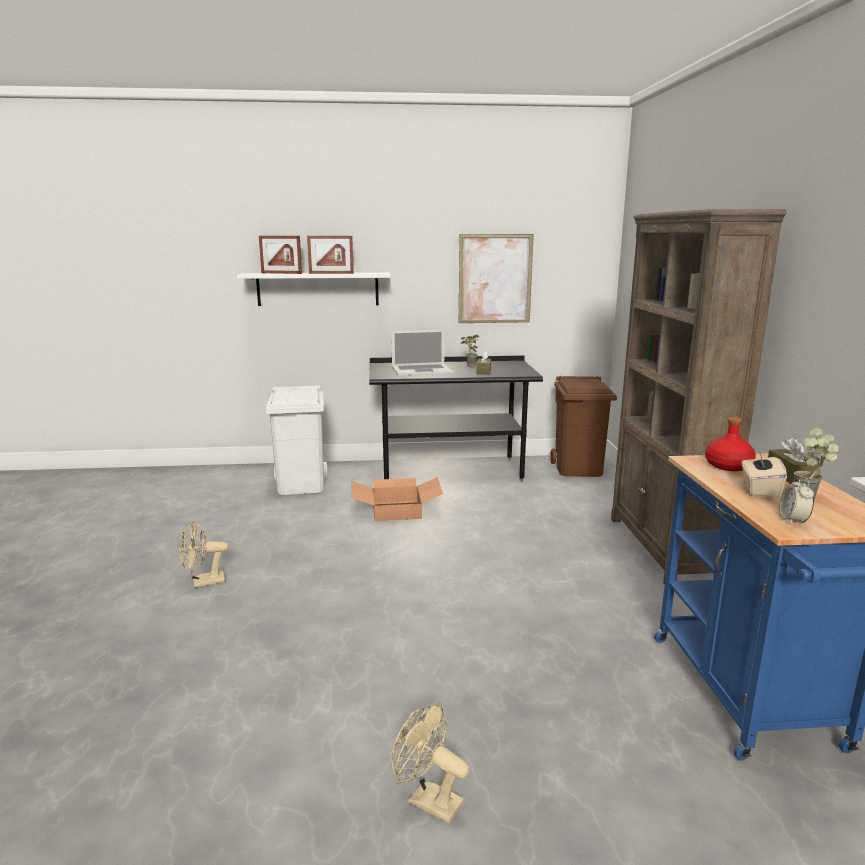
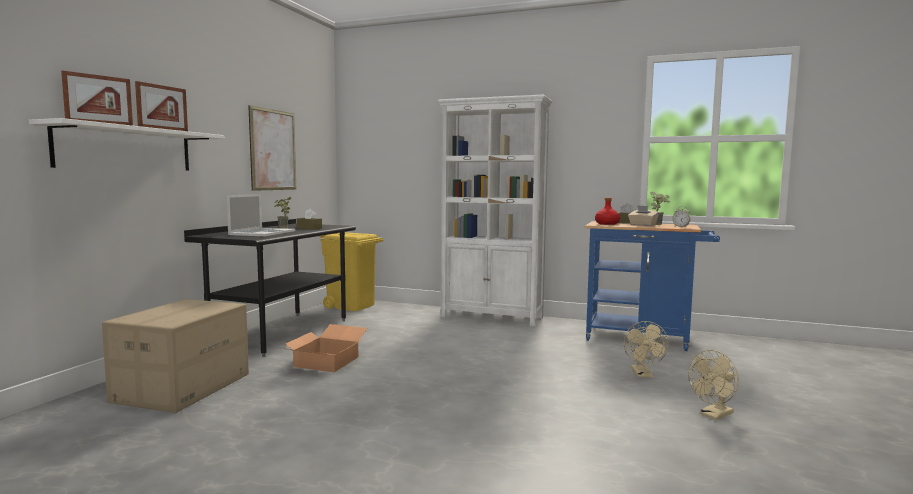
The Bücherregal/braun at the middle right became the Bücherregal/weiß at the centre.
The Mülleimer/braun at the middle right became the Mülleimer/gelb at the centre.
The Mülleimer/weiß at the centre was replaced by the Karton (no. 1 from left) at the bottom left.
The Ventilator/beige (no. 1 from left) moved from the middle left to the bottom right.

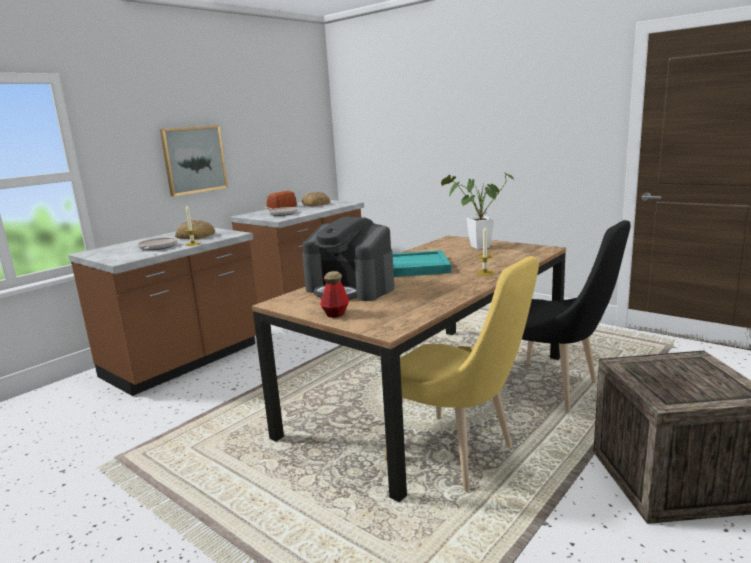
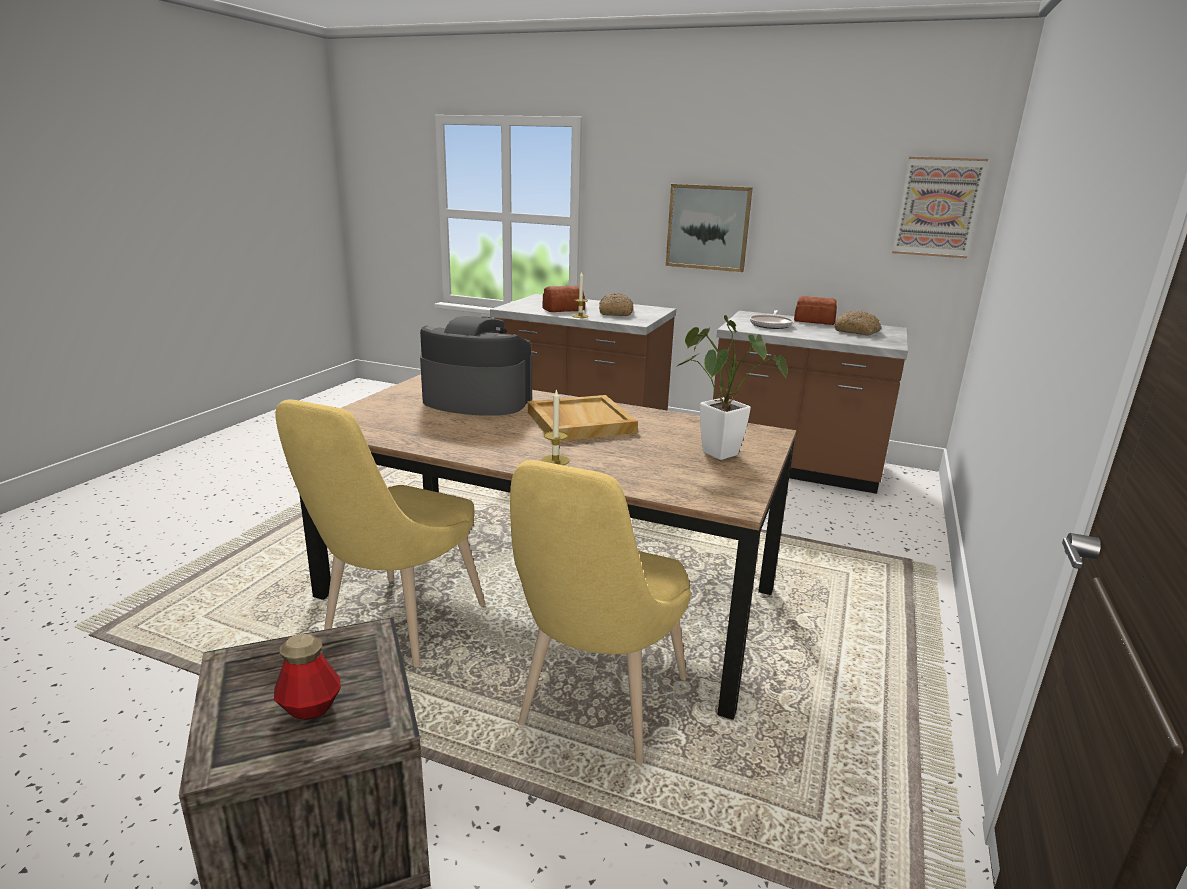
The Kaffeemaschine at the centre turned 90 degrees clockwise.
The Stuhl/schwarz at the middle right became the Stuhl/gelb (no. 2 from left) at the bottom centre.
The Pfanne (no. 1 from left) at the middle left was replaced by the Brot (no. 1 from left) at the centre.
The Tablett/türkis at the centre became the Tablett/beige at the centre.
The Flasche moved from the centre to the bottom left.
The Bild (no. 2 from left) at the top right appeared.

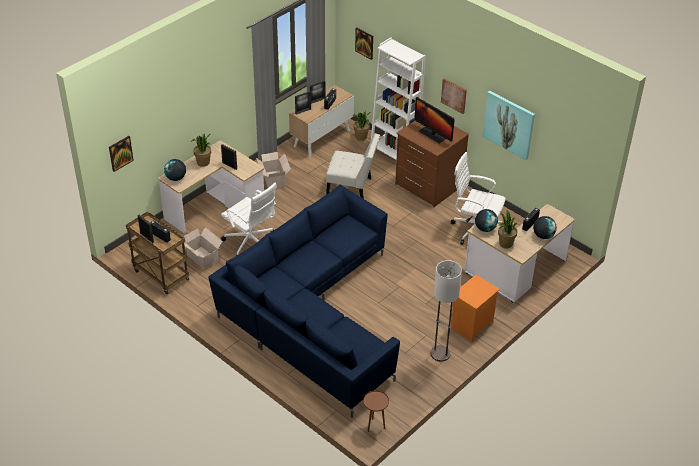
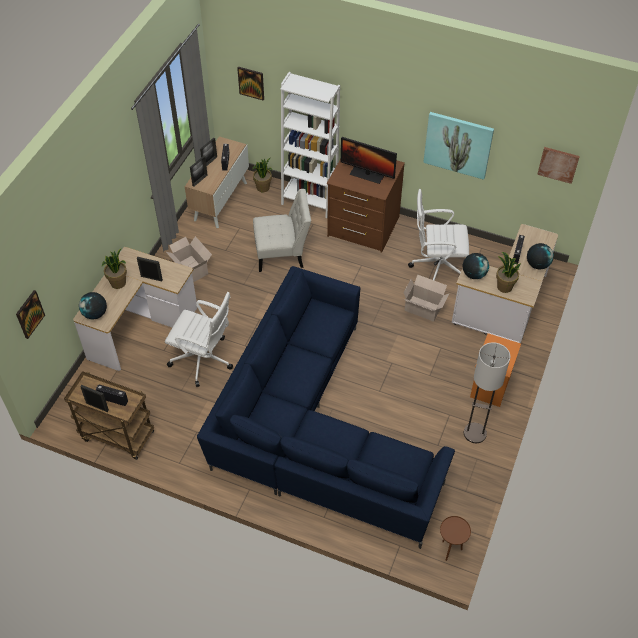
The Bild (no. 3 from left in the first image) moved from the top centre to the top right.
The Karton (no. 1 from left in the first image) moved from the middle left to the middle right.

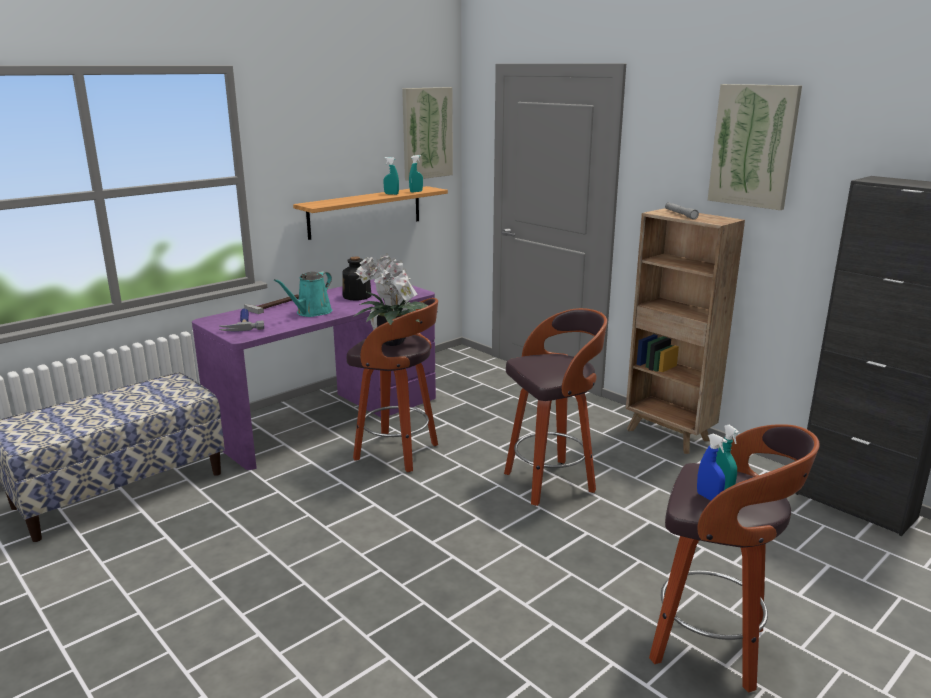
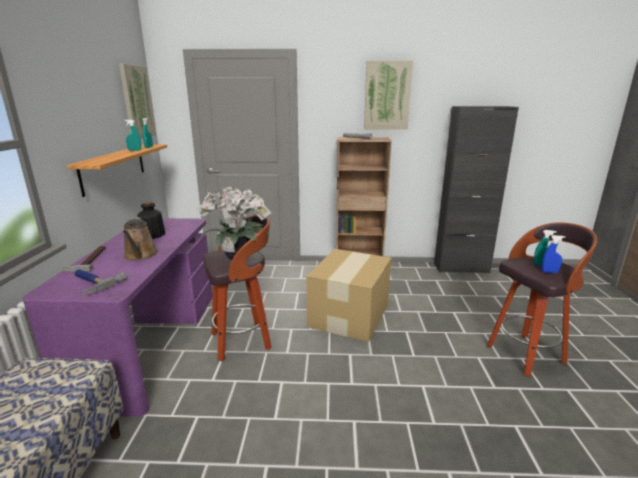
The Gießkanne/türkis at the middle left became the Gießkanne/braun at the middle left.
The Hocker (no. 2 from left) at the centre was replaced by the Karton at the centre.

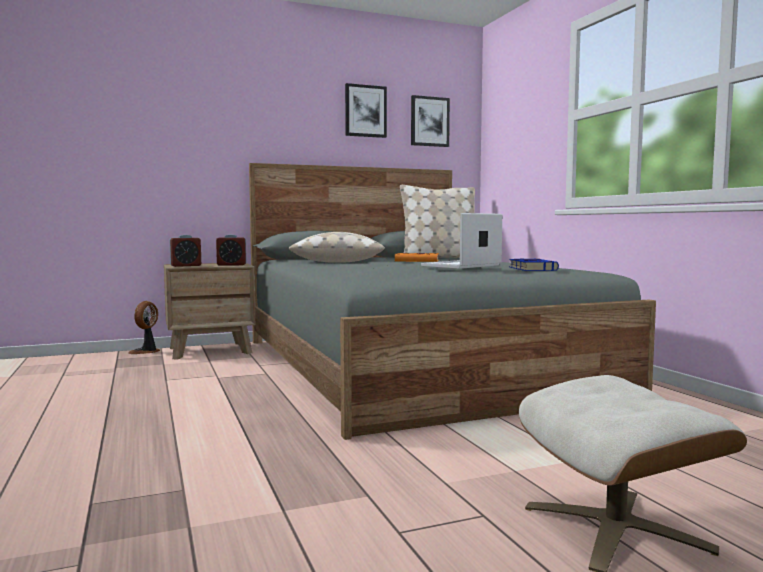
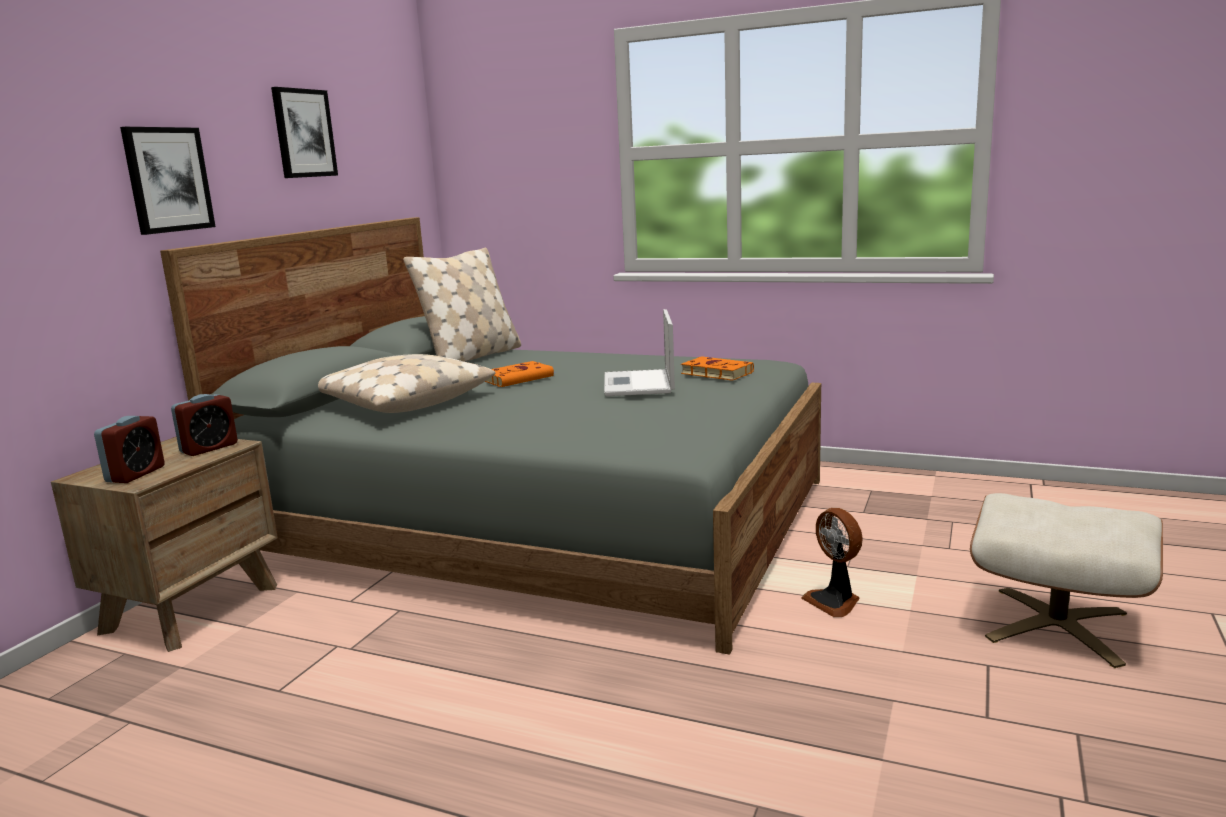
The Bild (no. 2 from left in the first image) moved from the top centre to the top left.
The Buch/blau at the middle right became the Buch/orange (no. 2 from left) at the centre.
The Ventilator moved from the middle left to the bottom right.

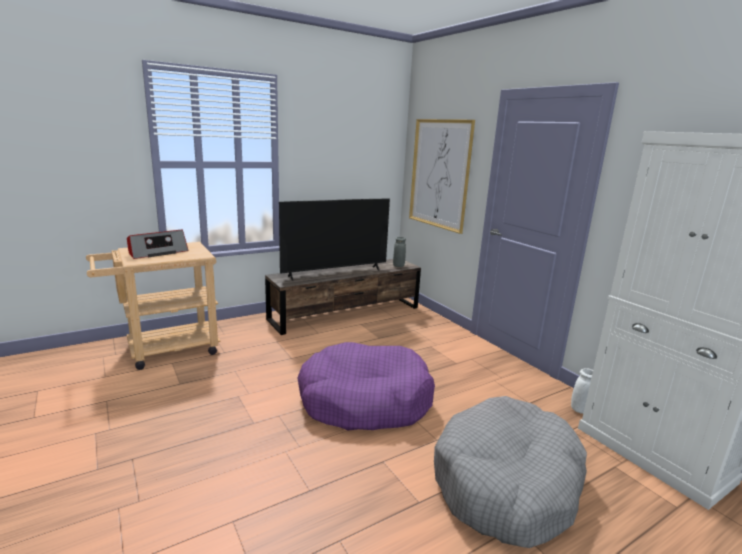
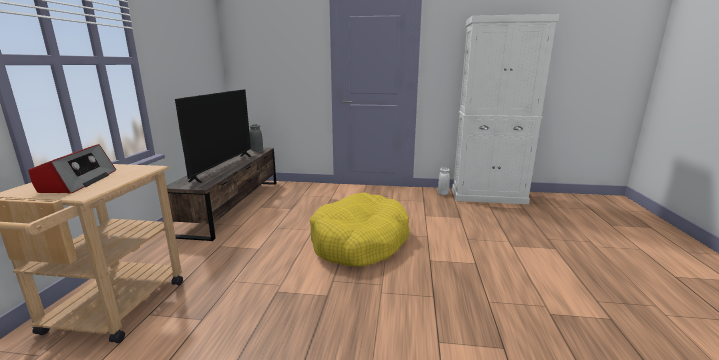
The Bild at the top centre disappeared.
The Hundebett/lila at the bottom centre became the Hundebett/gelb at the centre.
The Hundebett/grau at the bottom right disappeared.

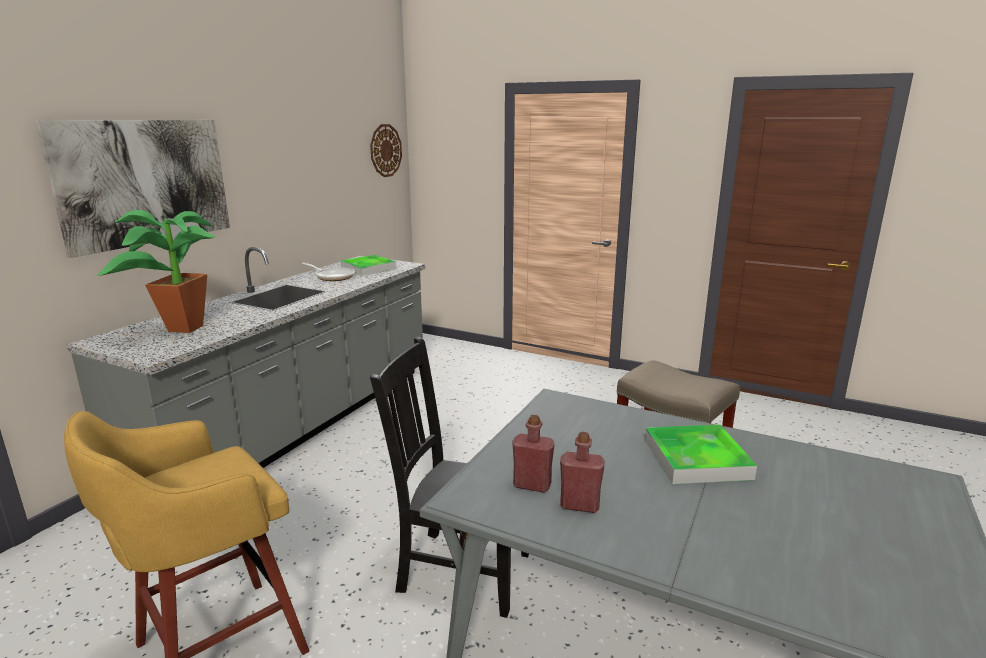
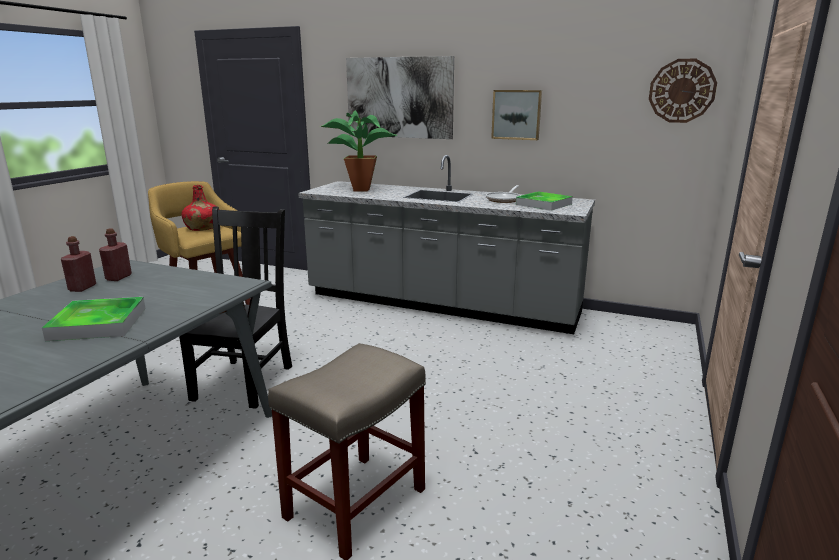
The Bild (no. 2 from left) at the top centre appeared.
The Flasche/rot (no. 3 from left) at the middle left appeared.

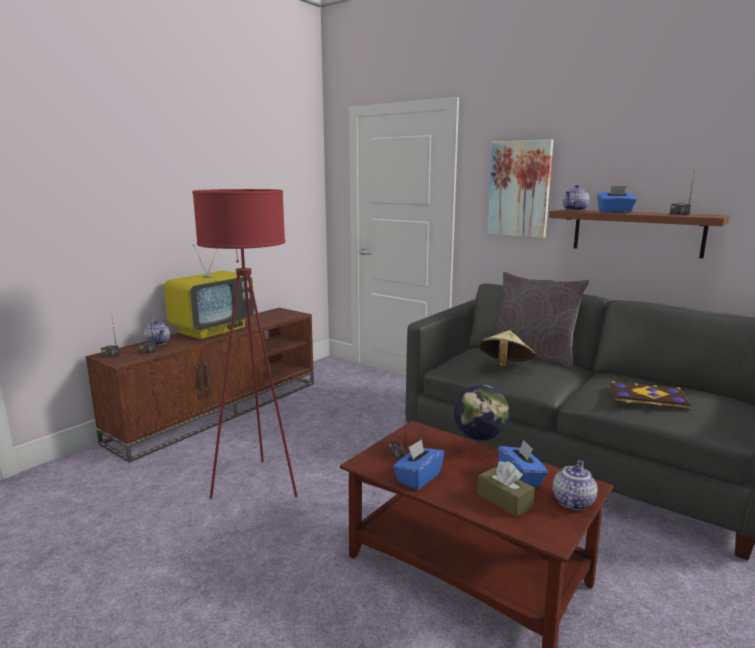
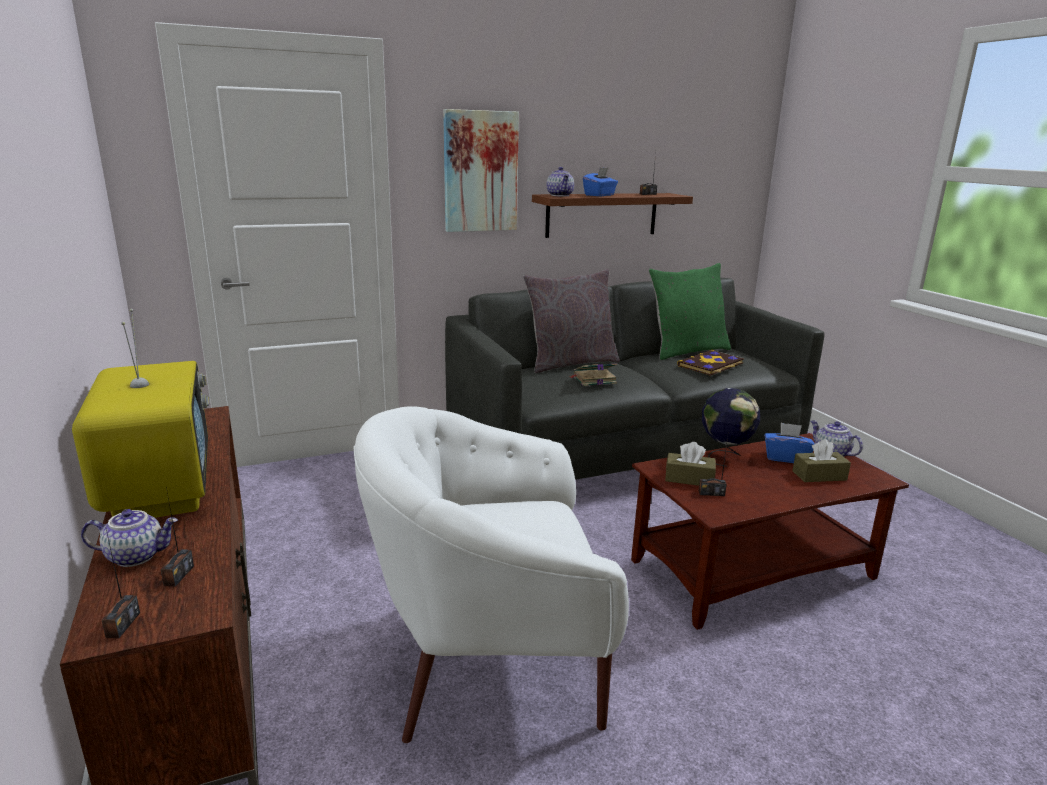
The Stehlampe/rot at the middle left was replaced by the Sessel/weiß at the bottom centre.
The Hut/beige at the middle right was replaced by the Buch (no. 1 from left) at the centre.
The Taschentuchbox/blau (no. 1 from left) at the bottom centre disappeared.
The Kissen/grün at the centre appeared.
The Taschentuchbox/braun (no. 1 from left) at the centre appeared.

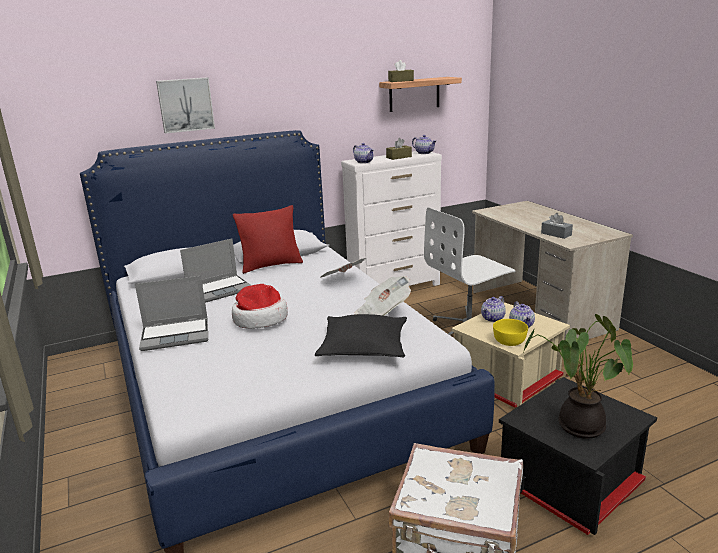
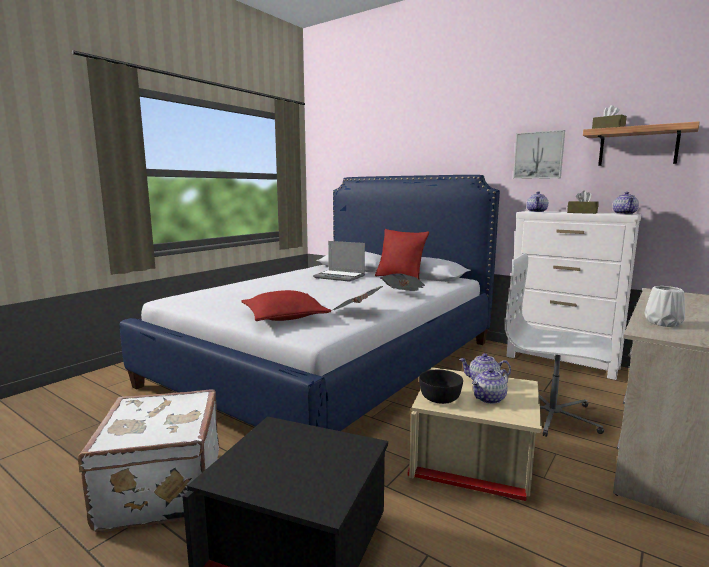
The Bild moved from the top left to the top right.
The Taschentuchbox/grau at the middle right was replaced by the Vase/weiß at the middle right.
The Laptop (no. 1 from left) at the middle left disappeared.
The Hut at the centre disappeared.
The Kissen/schwarz at the centre became the Kissen/rot (no. 1 from left) at the centre.
The Topfpflanze at the bottom right disappeared.
The Schüssel/gelb at the middle right became the Schüssel/schwarz at the bottom centre.

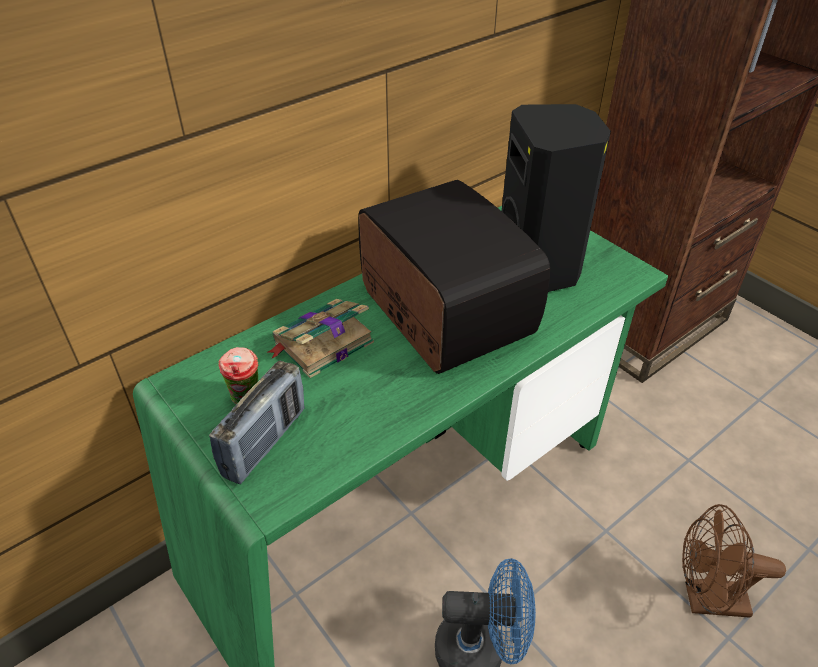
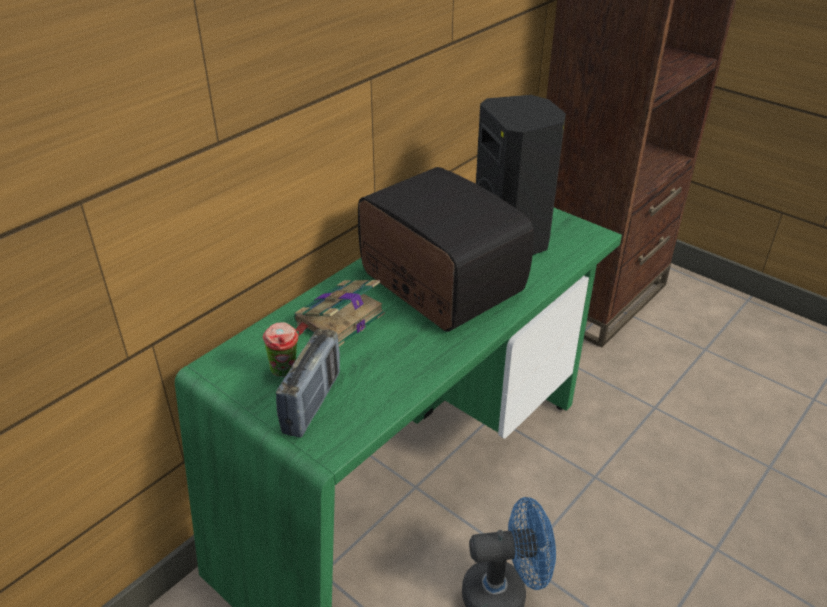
The Ventilator/braun at the bottom right disappeared.

